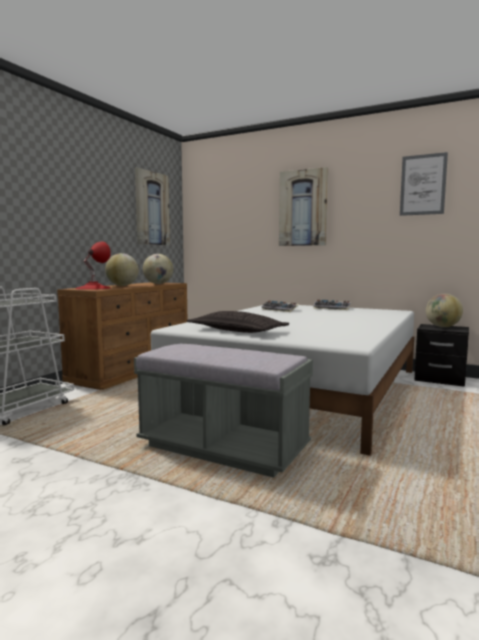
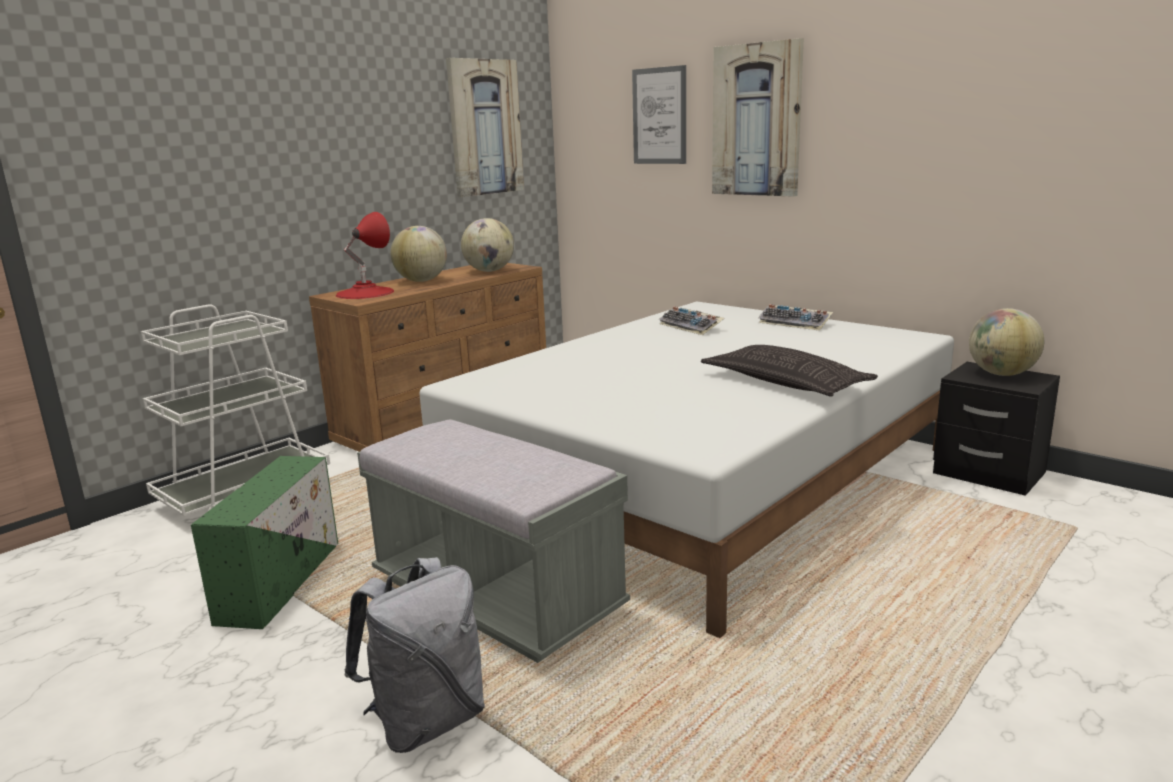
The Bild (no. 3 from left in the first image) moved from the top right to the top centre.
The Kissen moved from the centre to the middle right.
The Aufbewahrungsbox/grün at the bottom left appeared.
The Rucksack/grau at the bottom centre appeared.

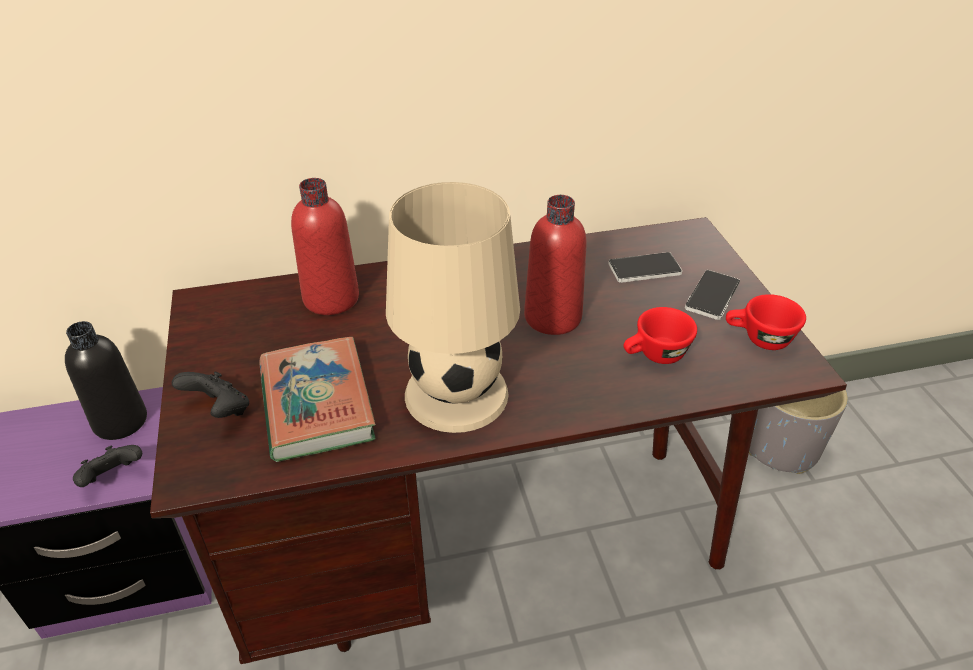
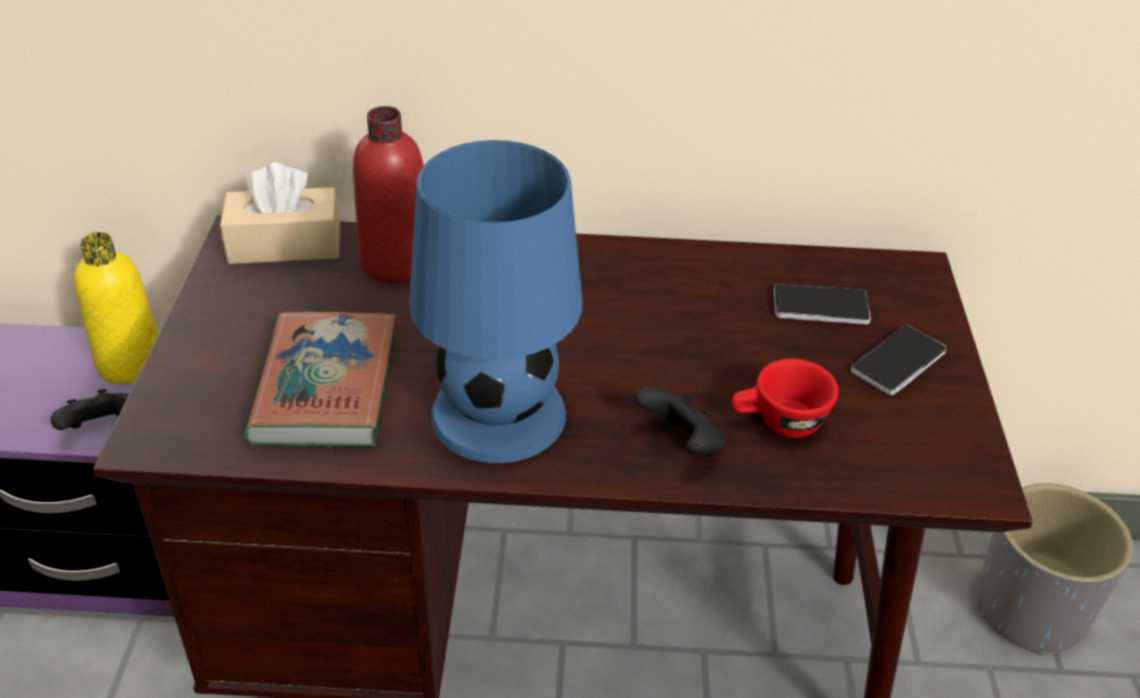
The Tischlampe/beige at the centre became the Tischlampe/blau at the centre.
The Flasche/rot (no. 2 from left) at the centre disappeared.
The Tasse/rot (no. 2 from left) at the middle right disappeared.
The Flasche/schwarz at the middle left became the Flasche/gelb at the middle left.
The Gamepad/schwarz (no. 2 from left) moved from the middle left to the centre.
The Taschentuchbox/beige at the top left appeared.

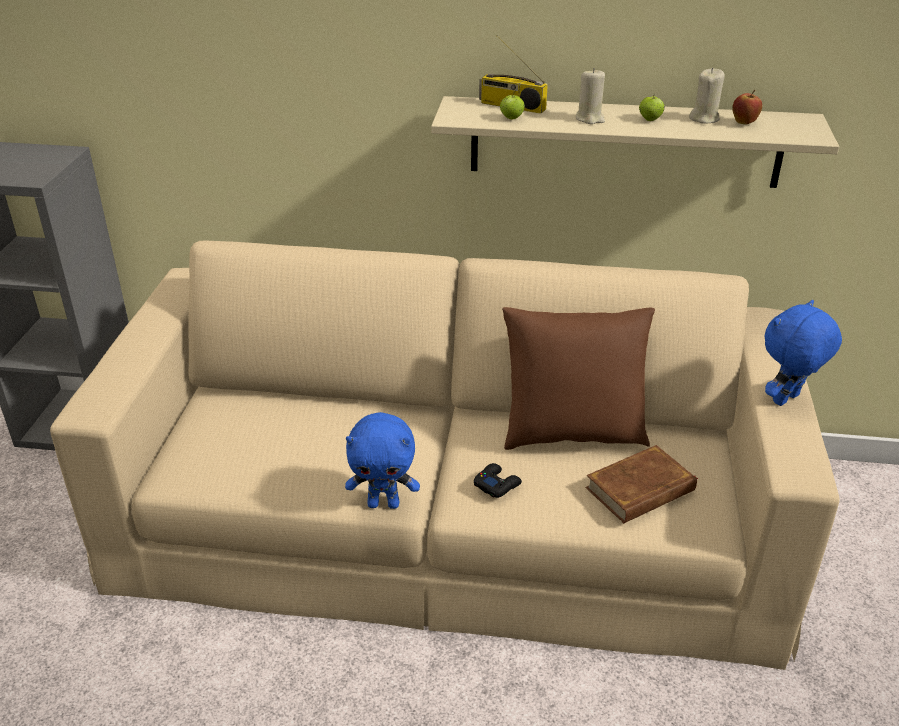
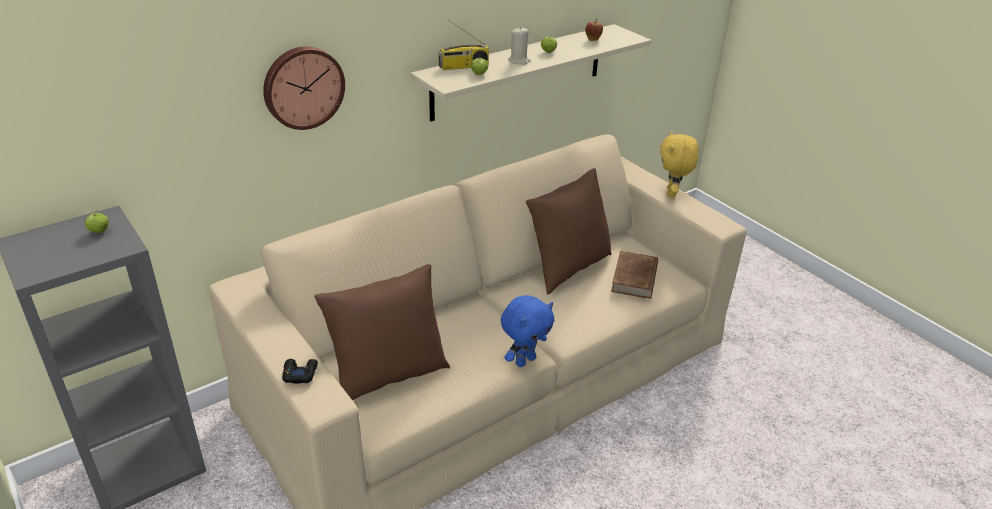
The Kerze/beige (no. 2 from left) at the top right disappeared.
The Plüschtier/blau (no. 2 from left) at the middle right became the Plüschtier/gelb at the top right.
The Gamepad/schwarz moved from the centre to the bottom left.
The Wanduhr at the top left appeared.
The Apfel (no. 1 from left) at the middle left appeared.
The Kissen/braun (no. 1 from left) at the centre appeared.

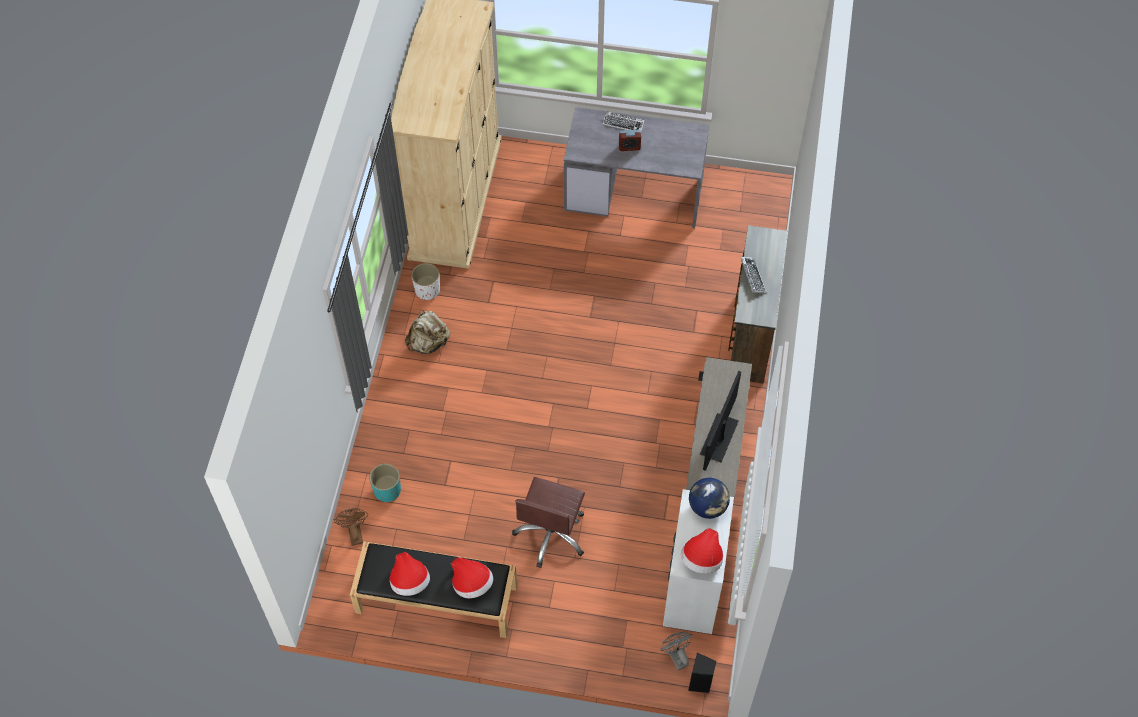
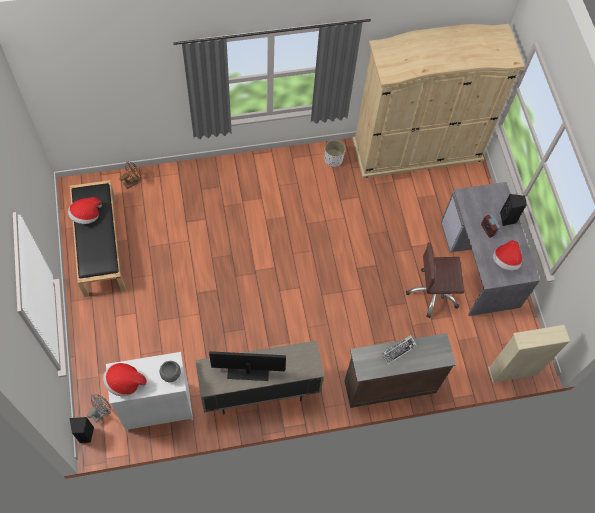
The Tastatur (no. 1 from left) at the top centre was replaced by the Lautsprecher/schwarz (no. 2 from left) at the middle right.
The Rucksack/beige at the centre disappeared.
The Pflanzkübel/türkis at the bottom centre disappeared.
The Bürostuhl/braun moved from the bottom centre to the middle right.
The Globus at the bottom centre was replaced by the Schüssel/grau at the bottom left.
The Hut (no. 2 from left in the first image) moved from the bottom centre to the middle right.
The Bücherregal/beige at the bottom right appeared.

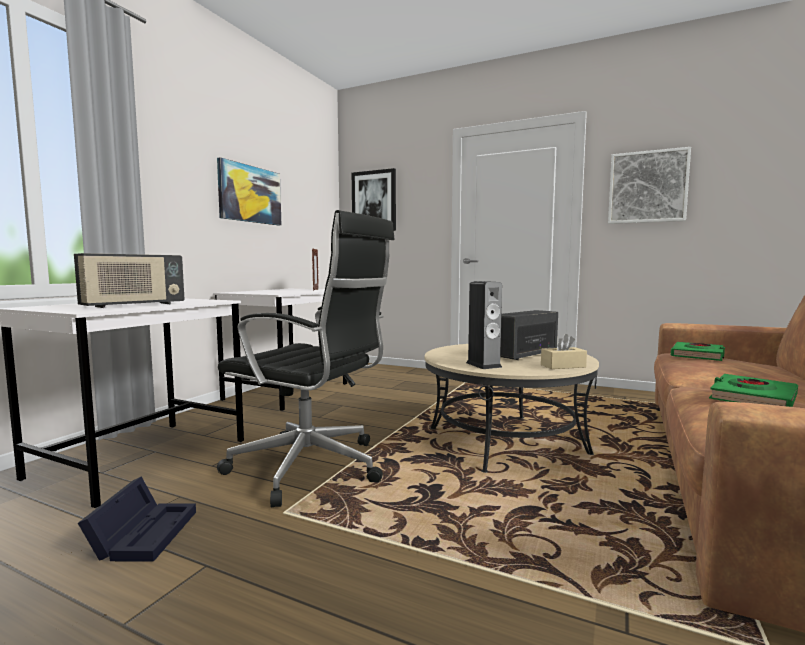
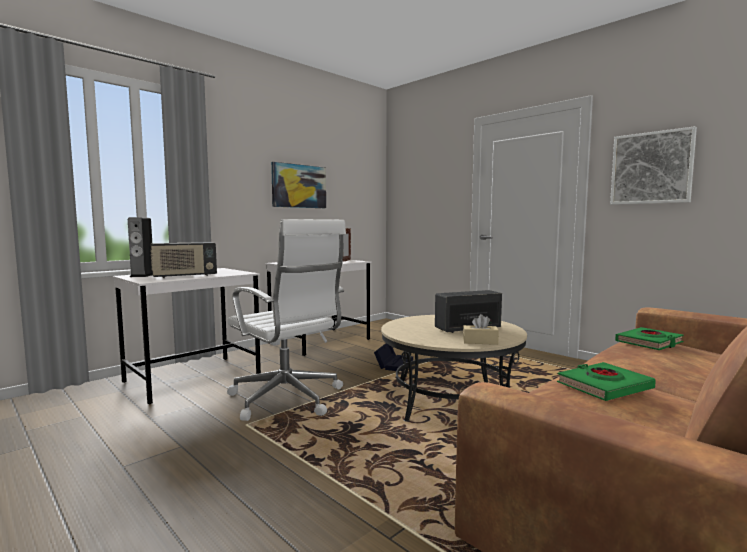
The Bild (no. 2 from left) at the top centre disappeared.
The Bürostuhl/schwarz at the centre became the Bürostuhl/weiß at the centre.
The Lautsprecher moved from the centre to the middle left.
The Aufbewahrungsbox/schwarz moved from the bottom left to the centre.

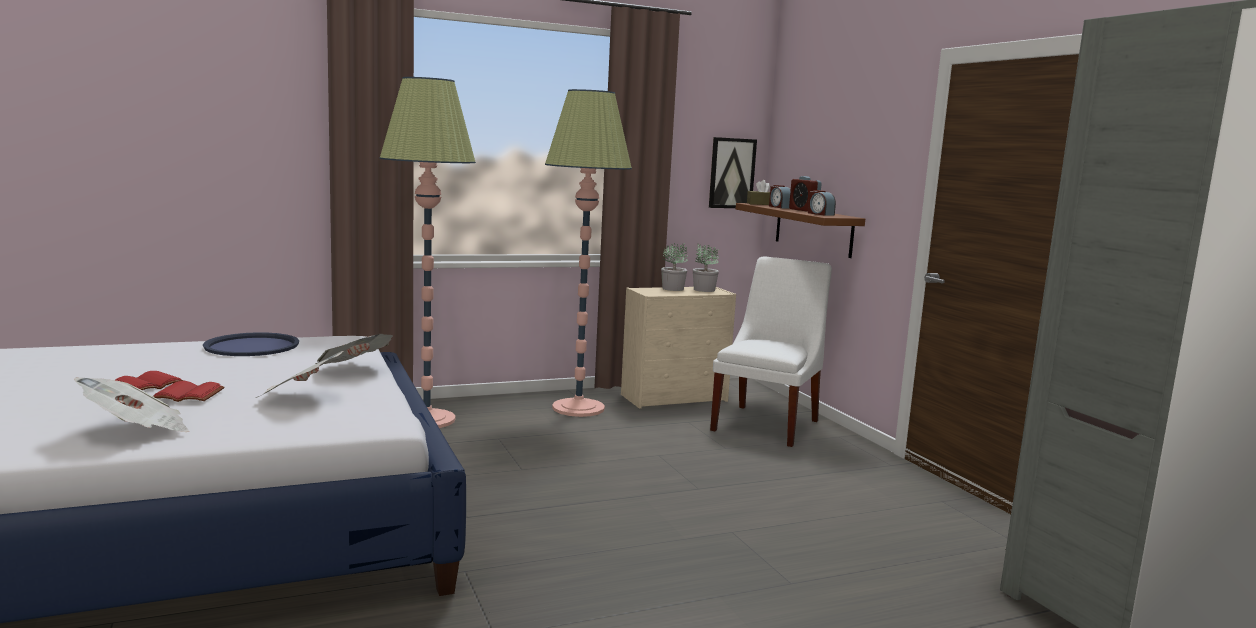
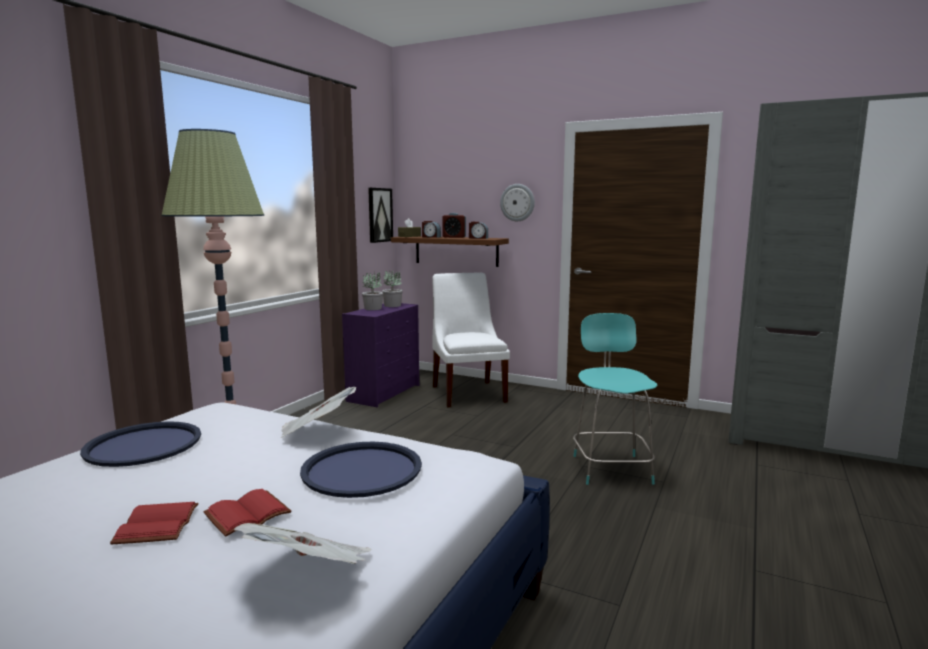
The Stehlampe (no. 2 from left) at the centre disappeared.
The Kommode/beige at the centre became the Kommode/lila at the centre.
The Zeitung (no. 2 from left) at the middle left was replaced by the Tablett/blau (no. 2 from left) at the bottom centre.
The Wanduhr at the top centre appeared.
The Stuhl/türkis at the centre appeared.

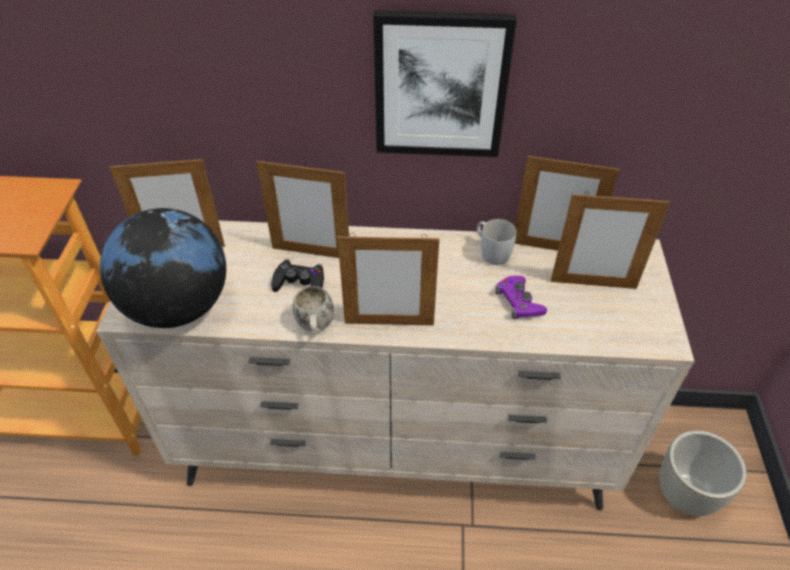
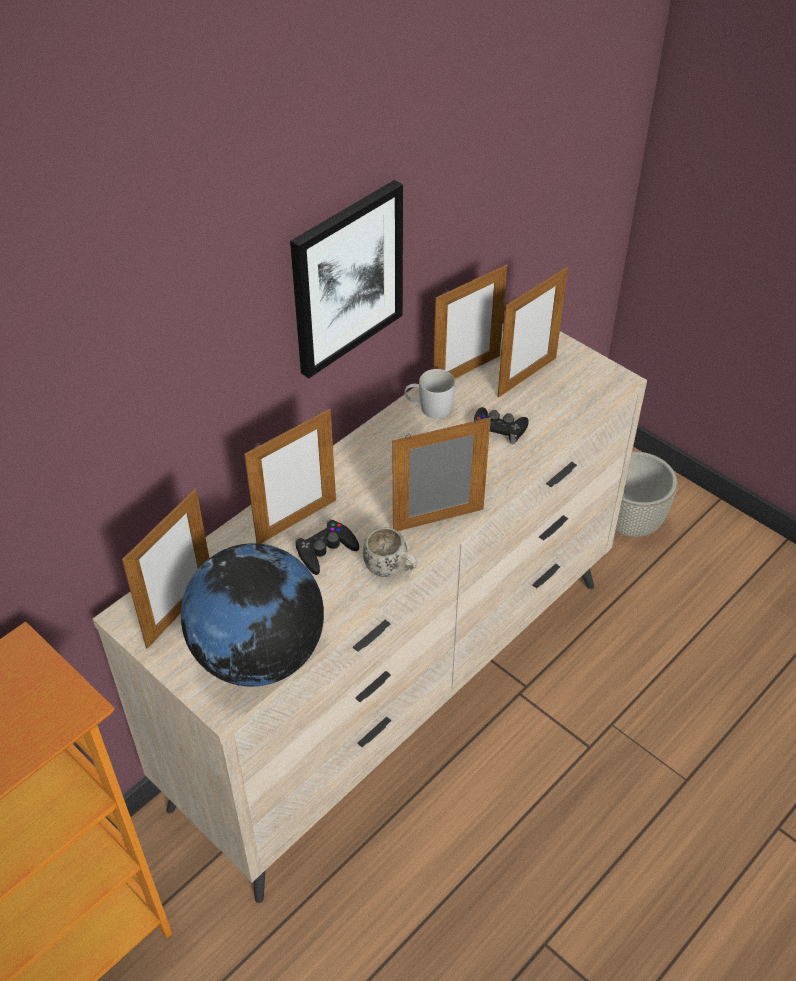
The Bilderrahmen (no. 3 from left) at the centre turned 150 degrees counterclockwise.
The Gamepad/lila at the centre became the Gamepad/schwarz (no. 2 from left) at the centre.

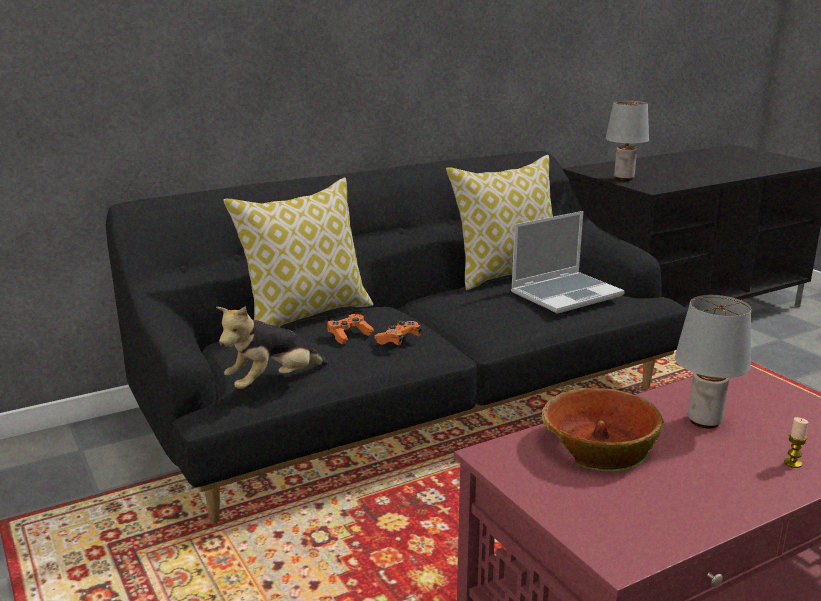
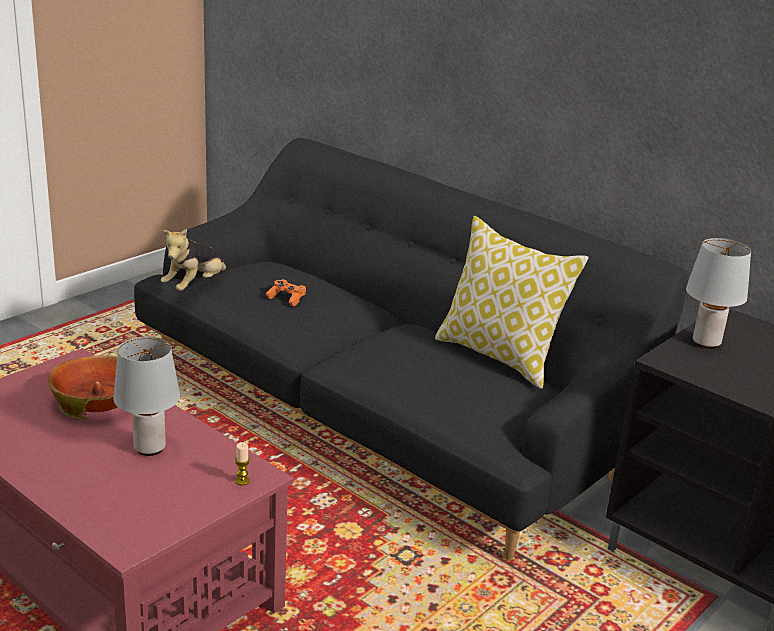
The Kissen (no. 1 from left) at the centre disappeared.
The Laptop at the middle right disappeared.
The Plüschtier at the middle left turned 90 degrees counterclockwise.
The Gamepad/orange (no. 2 from left) at the centre disappeared.
The Kerze moved from the bottom right to the bottom left.

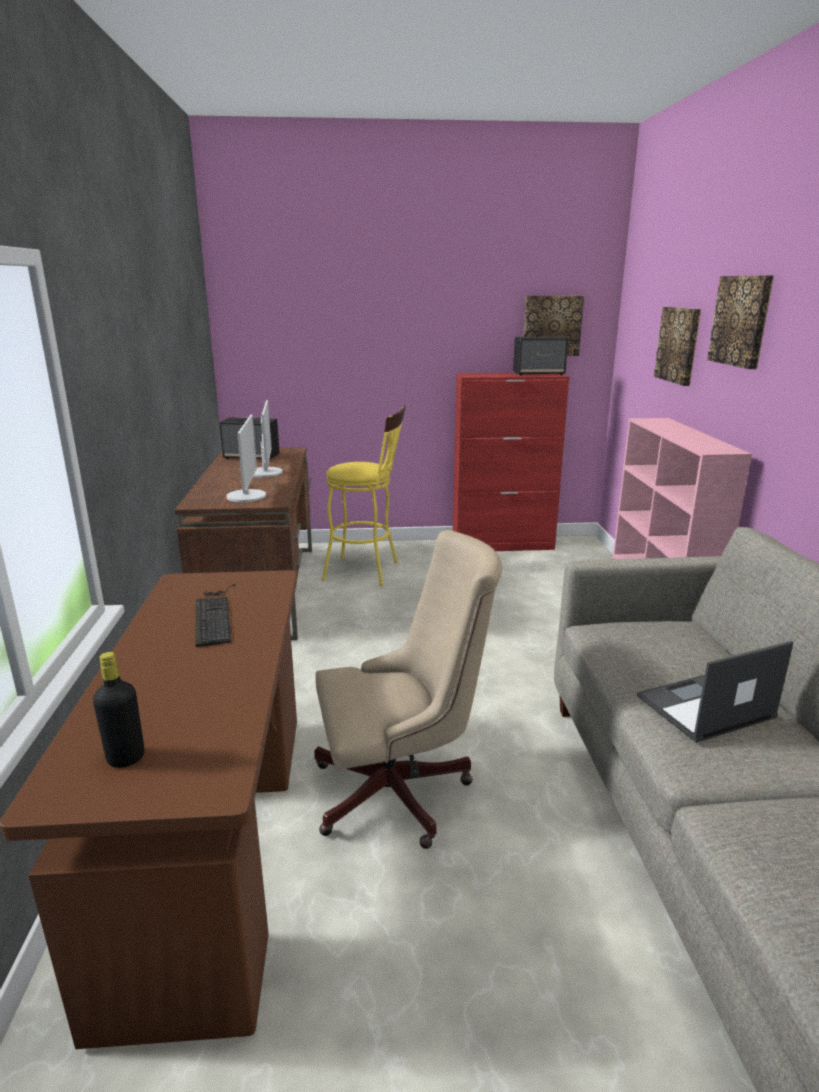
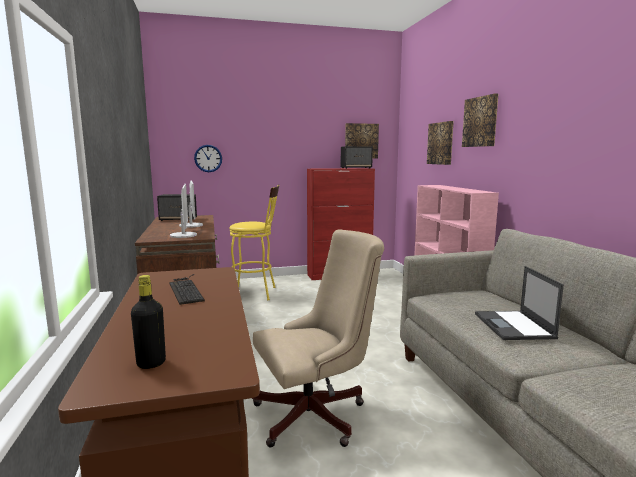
The Laptop at the middle right turned 60 degrees counterclockwise.
The Wanduhr at the top left appeared.

